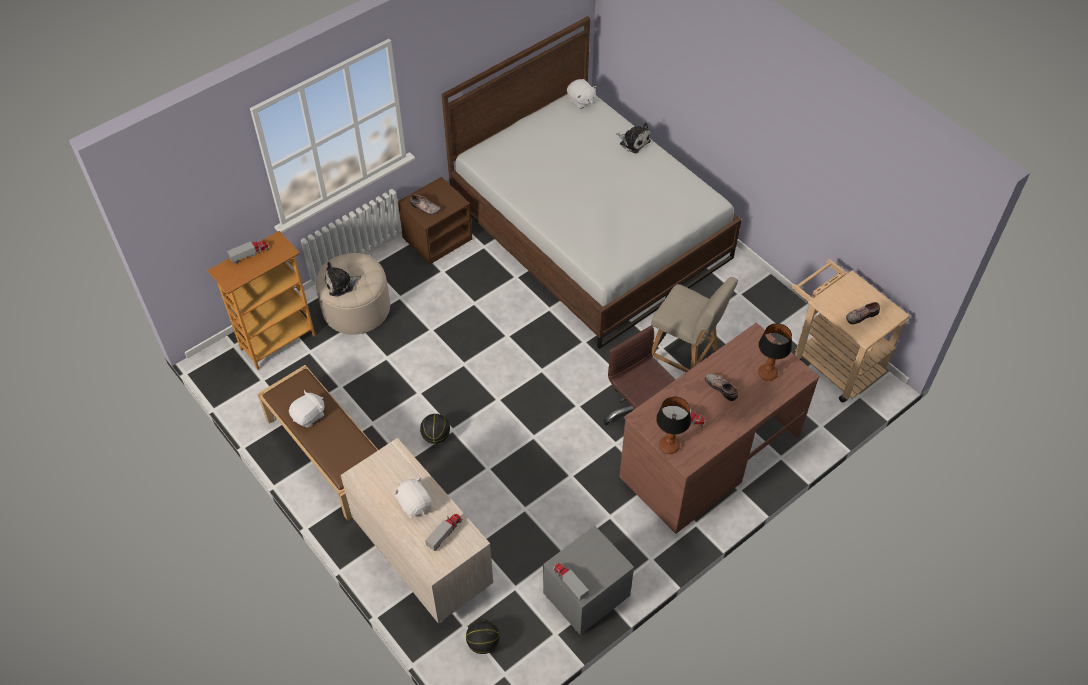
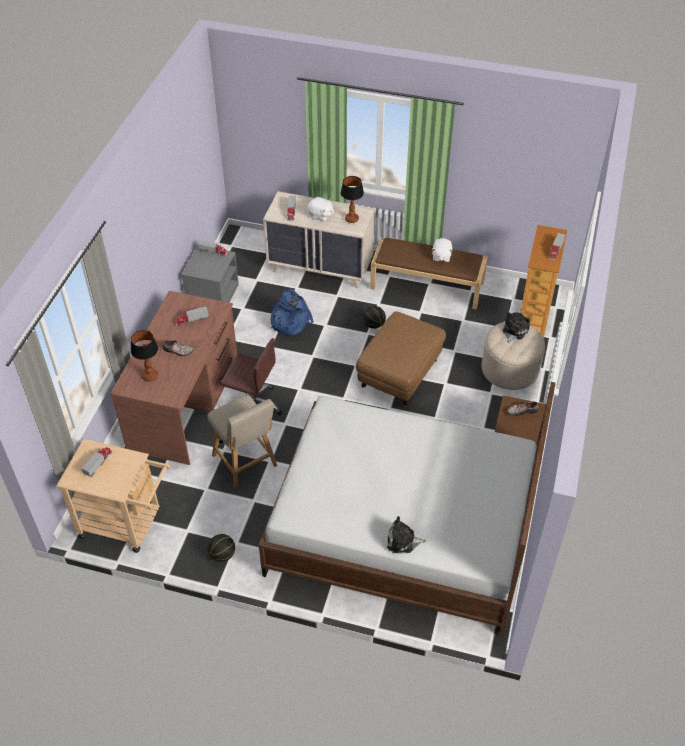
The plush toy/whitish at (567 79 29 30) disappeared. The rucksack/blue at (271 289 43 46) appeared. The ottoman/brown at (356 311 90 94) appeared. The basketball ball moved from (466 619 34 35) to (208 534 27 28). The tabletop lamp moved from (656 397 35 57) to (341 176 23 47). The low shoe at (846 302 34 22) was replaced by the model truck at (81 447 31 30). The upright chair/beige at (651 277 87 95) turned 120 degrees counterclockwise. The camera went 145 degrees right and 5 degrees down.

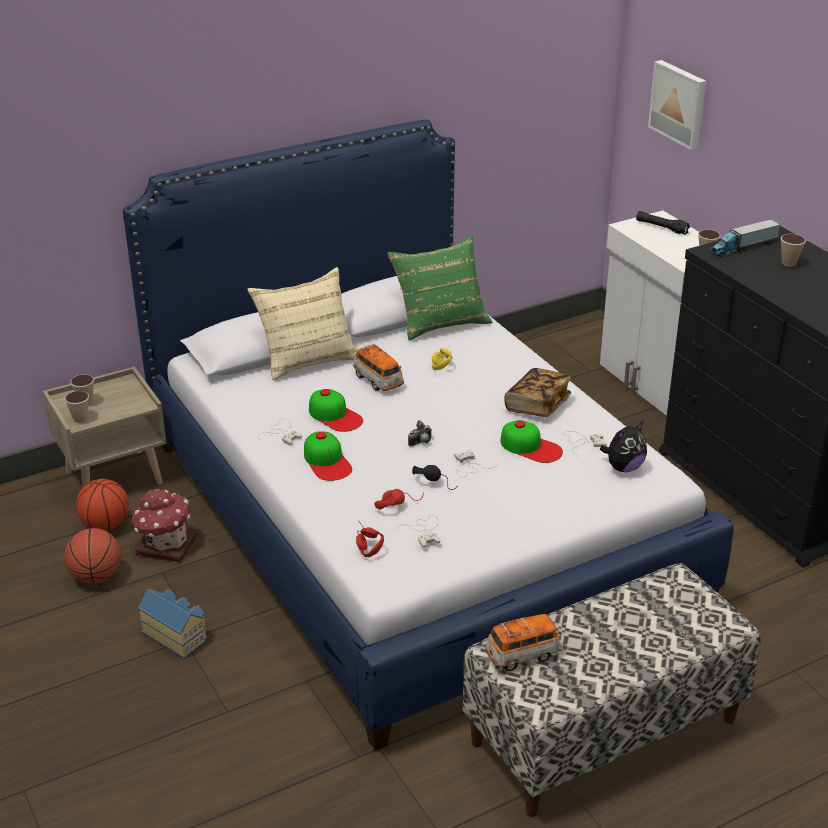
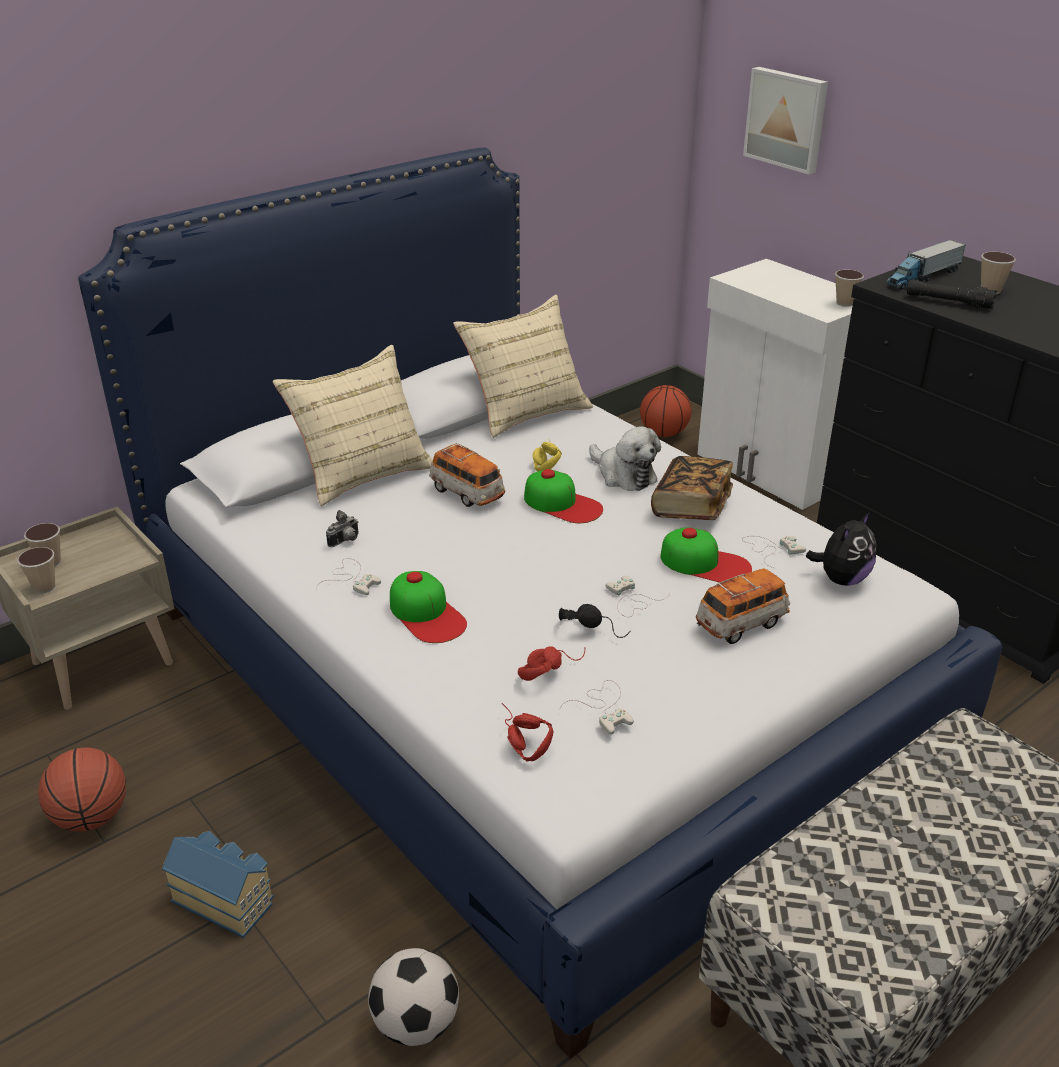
The model house at (131 489 66 73) disappeared. The football at (368 948 91 98) appeared. The plush toy at (589 426 72 65) appeared. The basketball ball moved from (76 479 53 52) to (640 385 52 52). The peaked cap moved from (309 389 54 43) to (524 469 79 54). The photo camera moved from (408 420 24 27) to (326 510 33 37). The miniature car moved from (485 614 77 57) to (696 568 94 76). The hand torch/black moved from (636 211 54 24) to (907 279 90 30). The throw pillow/green-coloured at (387 235 106 105) became the throw pillow/beige at (453 295 140 143). The camera went 10 degrees left and 0 degrees up.

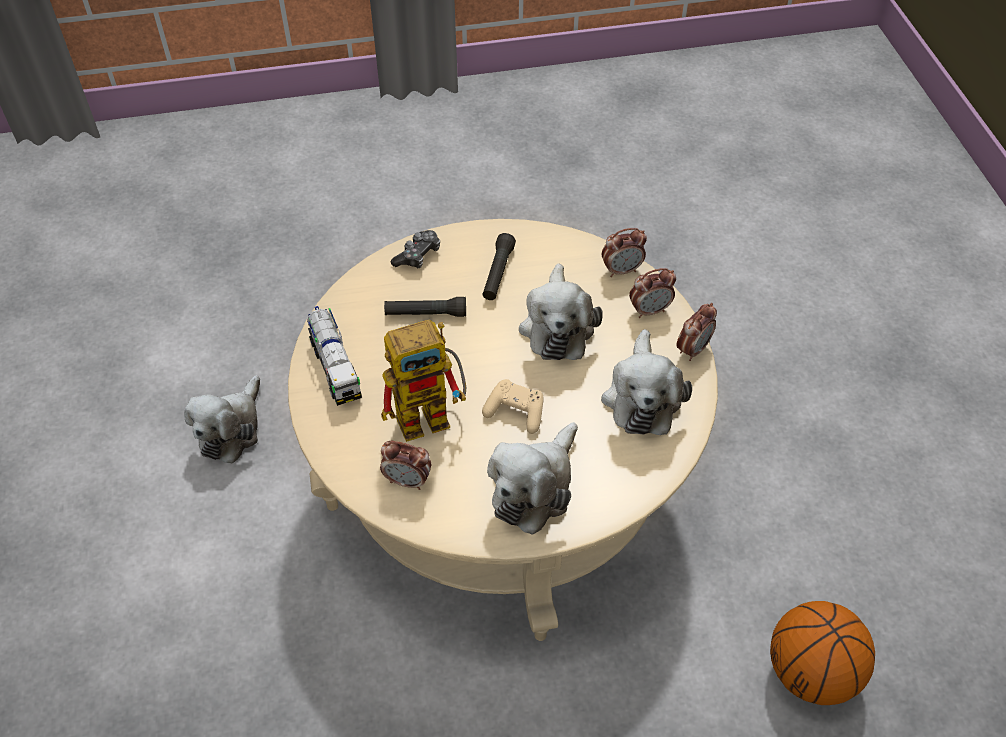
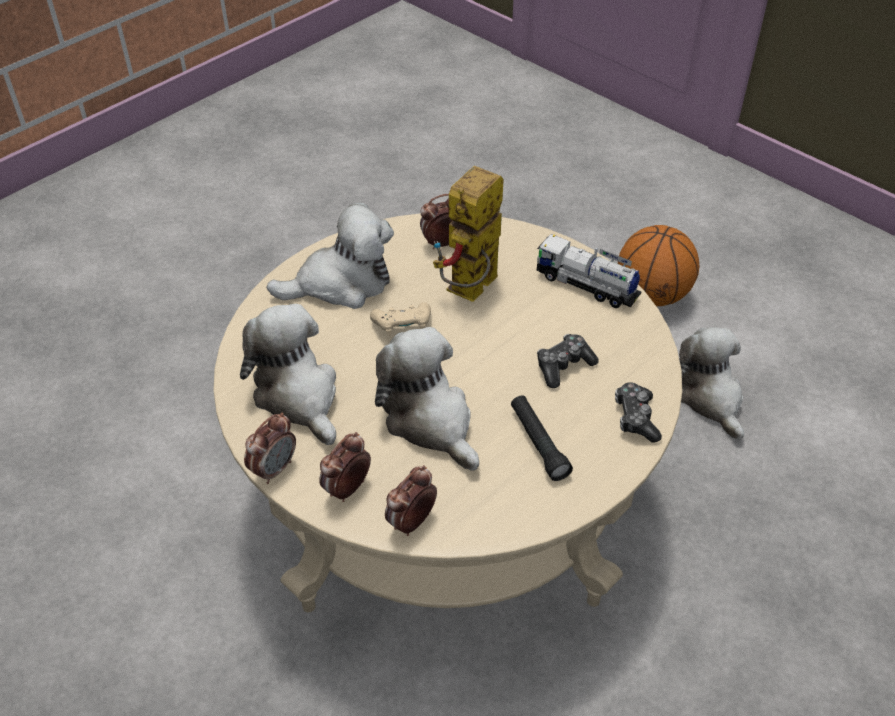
The basketball ball moved from (770 601 105 104) to (618 225 81 81). The hand torch/black at (384 297 82 20) was replaced by the gamepad at (537 334 62 54). The plush toy at (487 422 91 113) turned 75 degrees clockwise. The table clock at (676 303 41 58) turned 150 degrees counterclockwise. The camera went 145 degrees right and 5 degrees down.

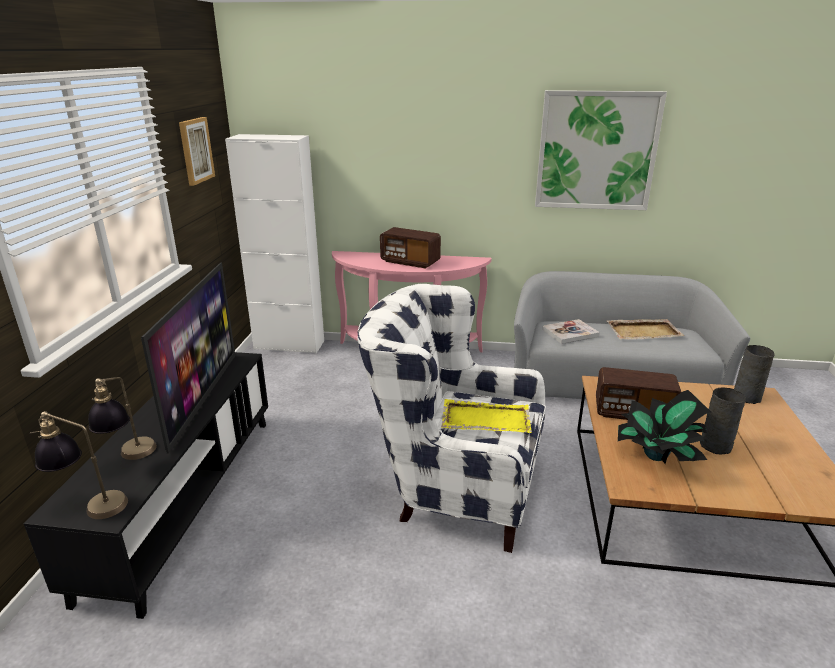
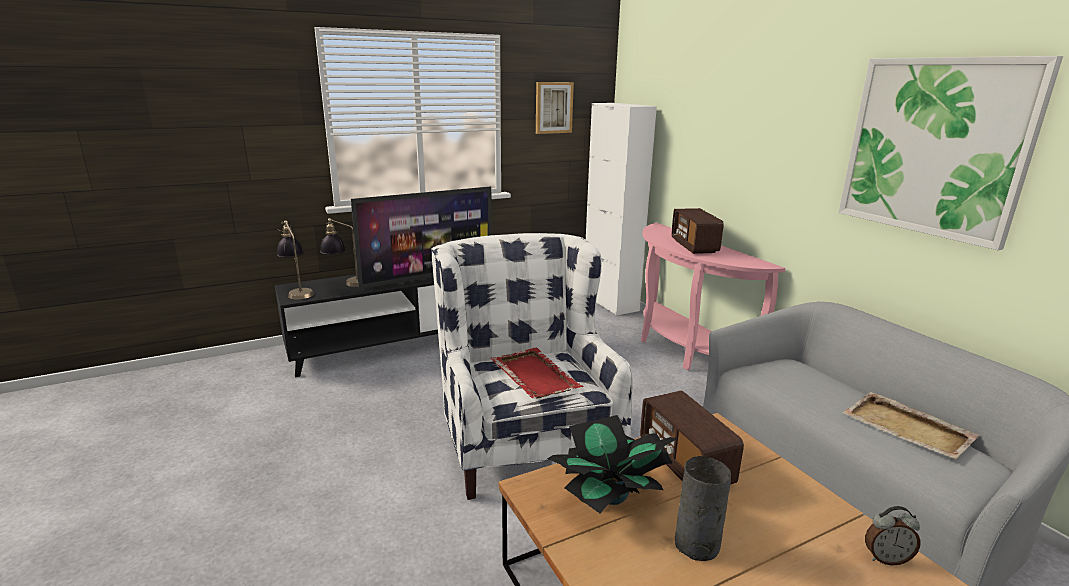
The volume at (542 319 58 25) disappeared. The flower vase/greyish at (734 345 41 59) was replaced by the table clock at (865 506 56 60). The carrying tray/yellow-coloured at (441 399 91 34) became the carrying tray/red at (490 348 93 51). The camera went 55 degrees right and 5 degrees down.

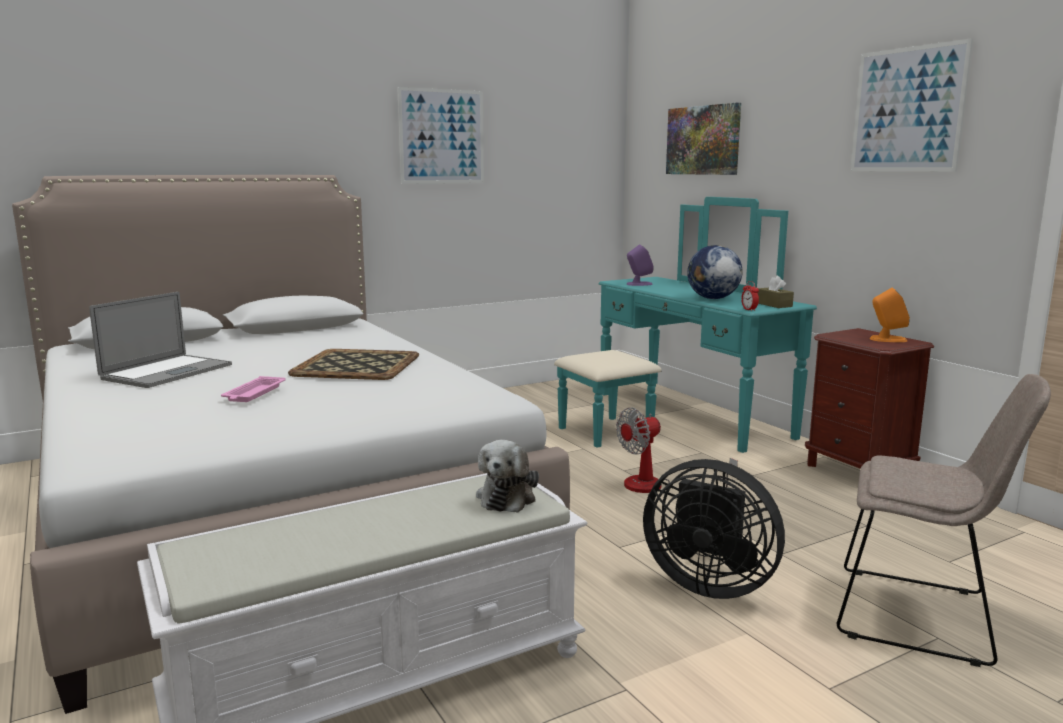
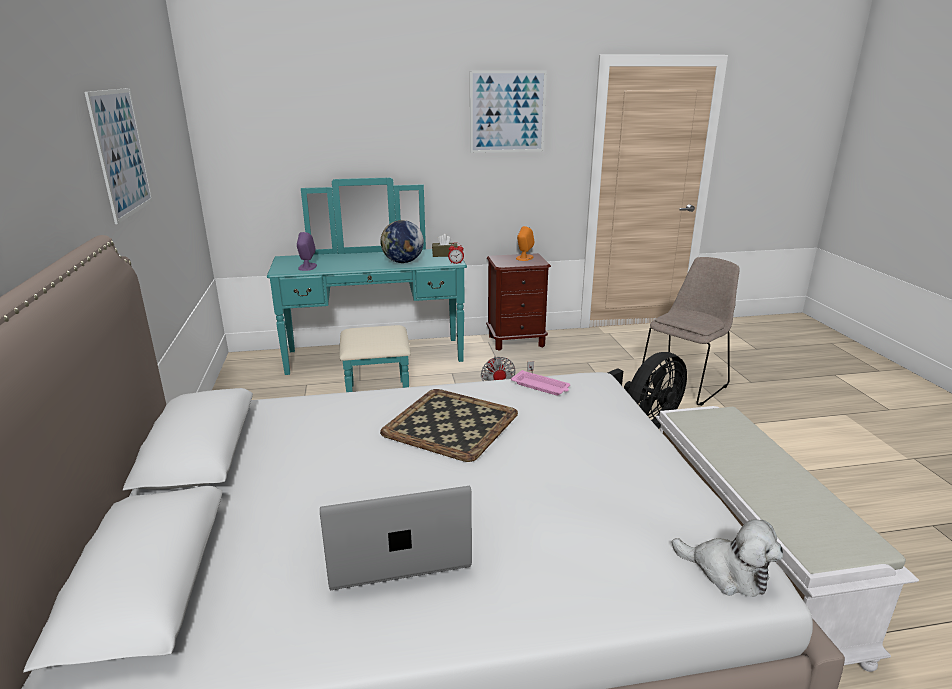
The wall art at (666 103 75 72) disappeared. The carrying tray/pink-coloured moved from (221 376 65 26) to (511 370 59 25). The plush toy moved from (476 440 63 73) to (672 519 111 78). The laptop at (89 292 143 96) turned 60 degrees counterclockwise. The camera went 70 degrees left and 10 degrees up.

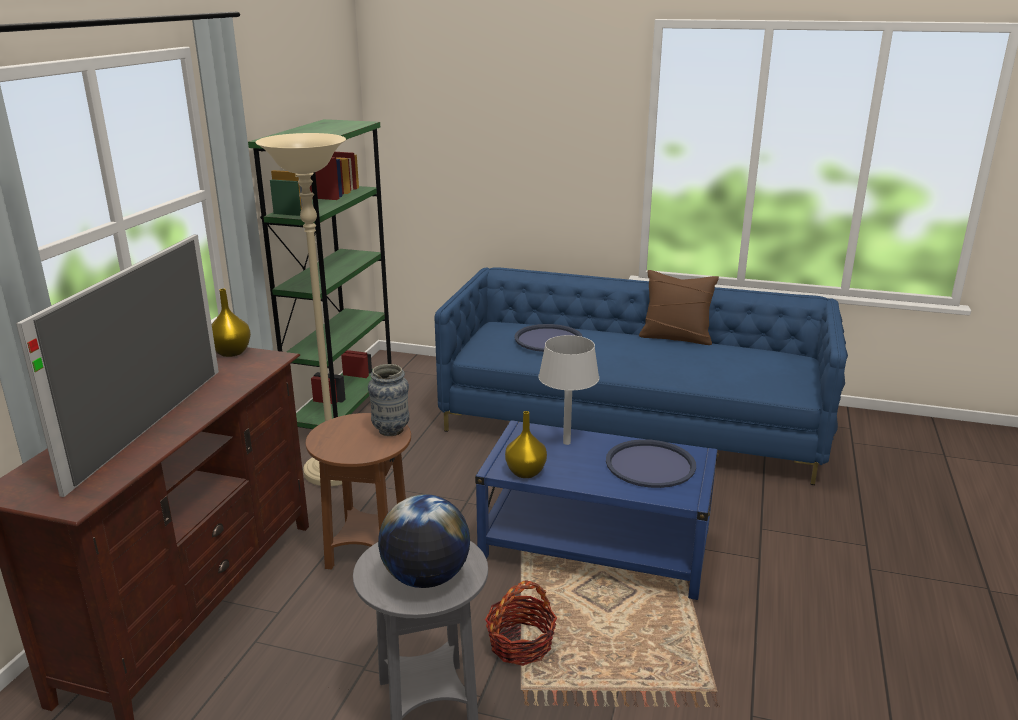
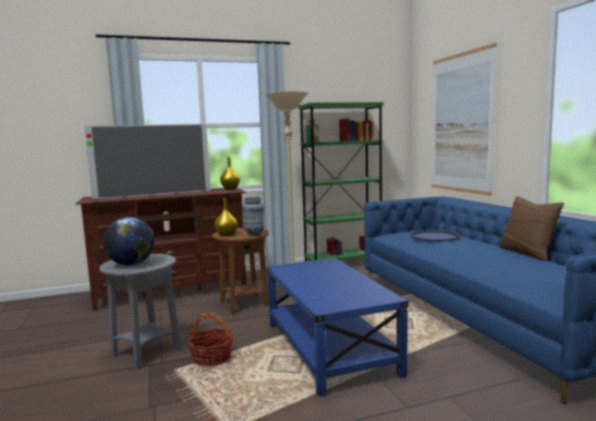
The tabletop lamp/greyish at (538 335 61 110) disappeared. The carrying tray/blue at (606 439 90 49) disappeared. The wall art at (431 43 66 152) appeared. The flower vase/yellow-coloured moved from (505 411 42 67) to (215 198 23 38). The camera went 55 degrees right and 15 degrees down.

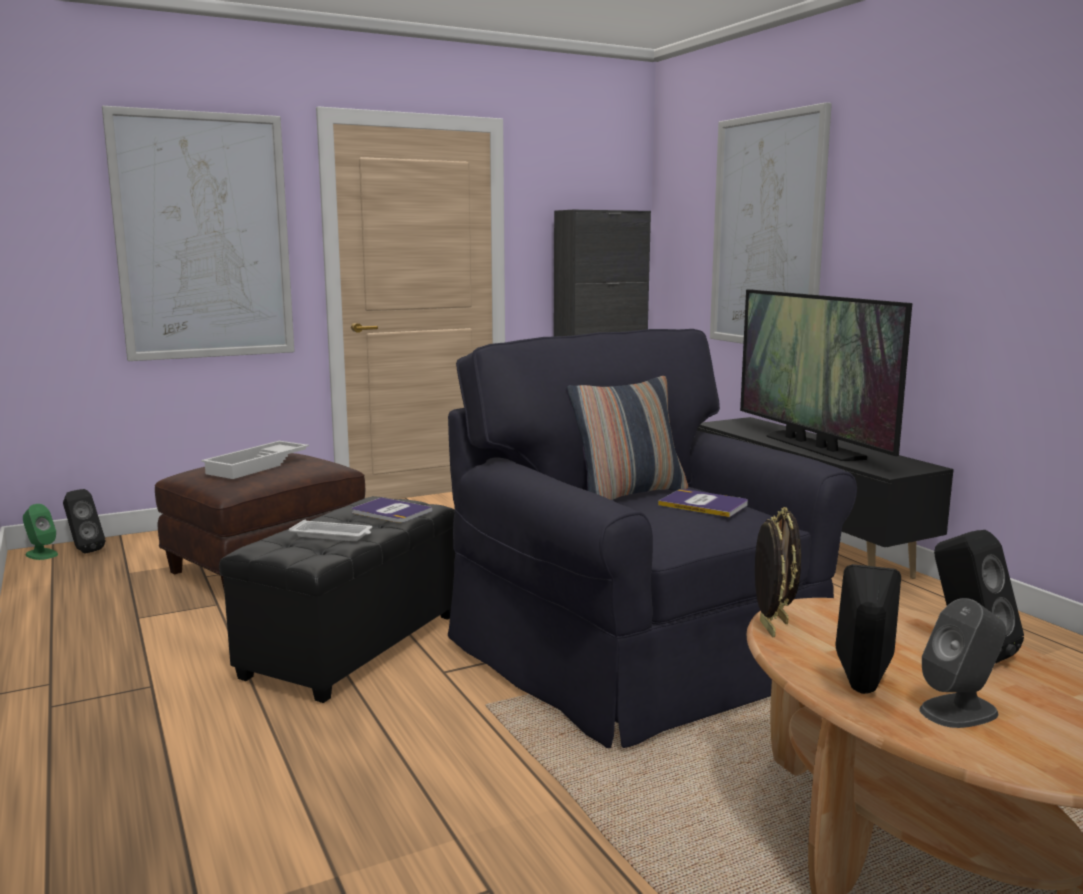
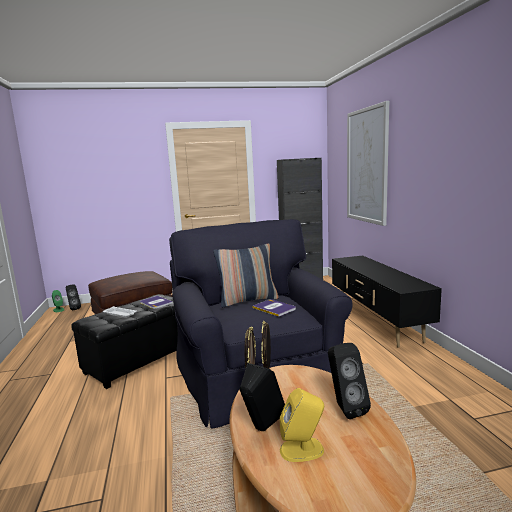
The wall art at (102 106 193 255) disappeared. The carrying tray/whitish at (201 441 108 38) disappeared. The television at (740 289 172 172) disappeared. The audio speaker/greyish at (920 598 86 130) became the audio speaker/yellow-coloured at (280 388 44 74). The camera went 15 degrees right and 0 degrees up.

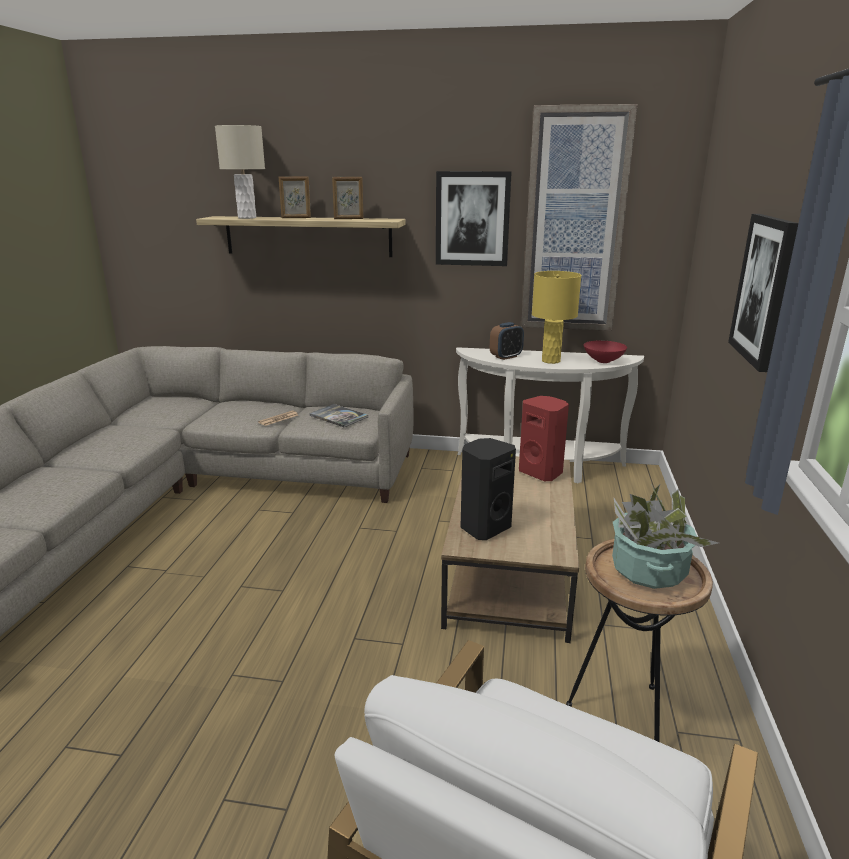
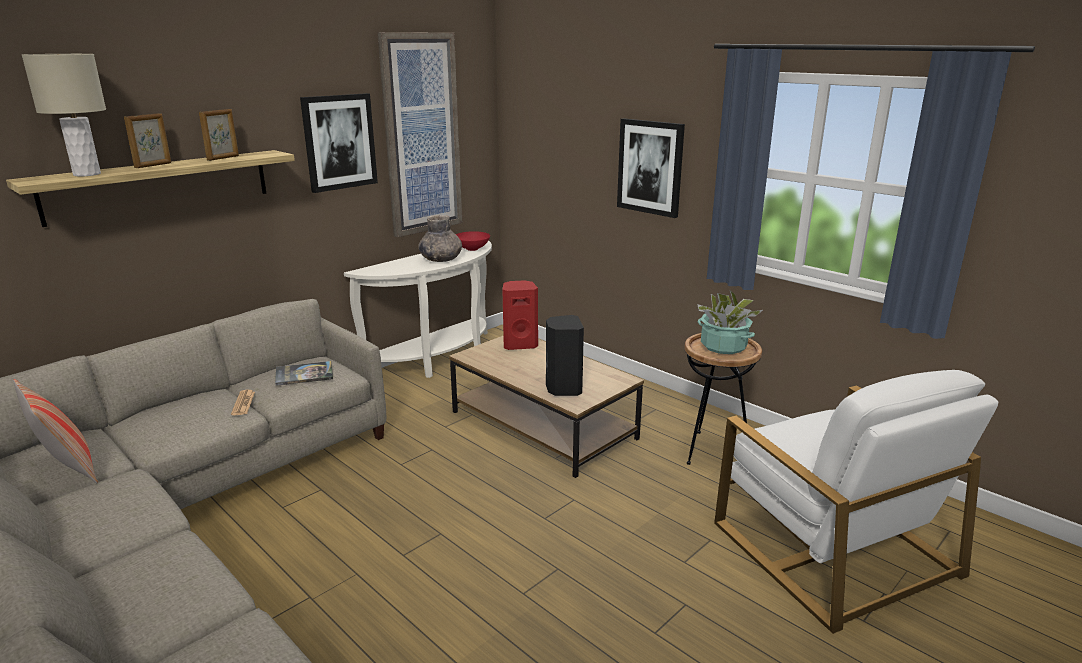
The table clock at (490 322 34 38) disappeared. The throw pillow at (13 379 85 105) appeared. The tabletop lamp/yellow-coloured at (532 271 49 93) was replaced by the flower vase/greyish at (418 215 44 47). The camera went 55 degrees left and 0 degrees up.

